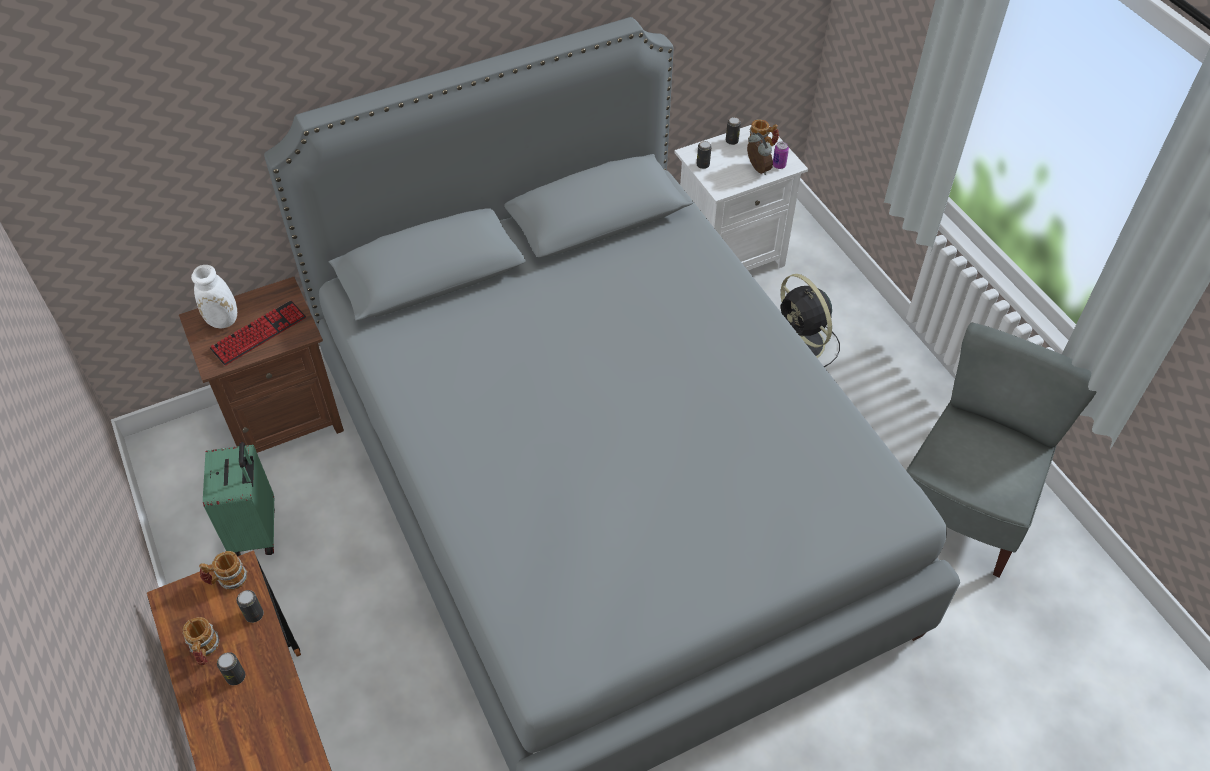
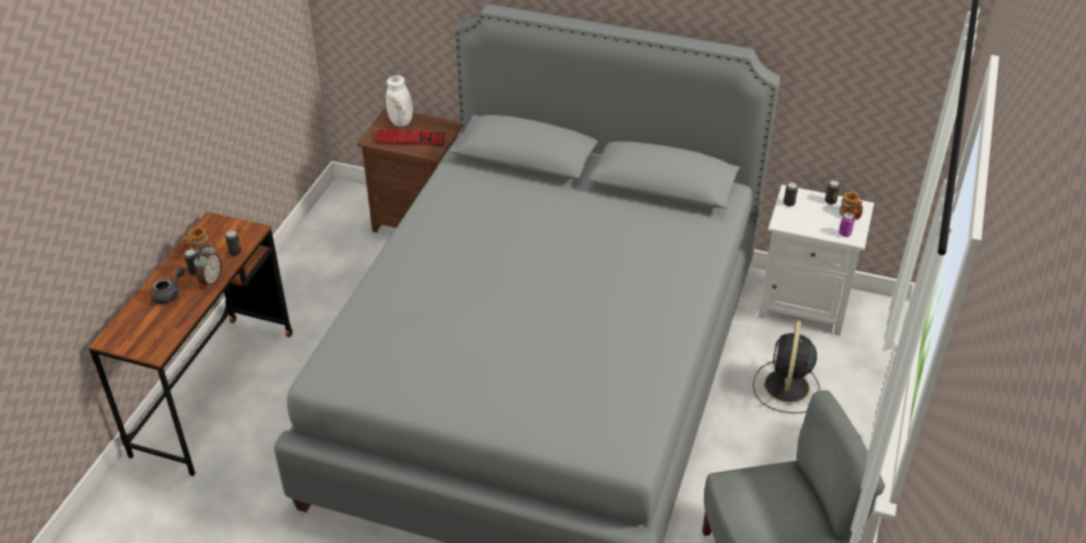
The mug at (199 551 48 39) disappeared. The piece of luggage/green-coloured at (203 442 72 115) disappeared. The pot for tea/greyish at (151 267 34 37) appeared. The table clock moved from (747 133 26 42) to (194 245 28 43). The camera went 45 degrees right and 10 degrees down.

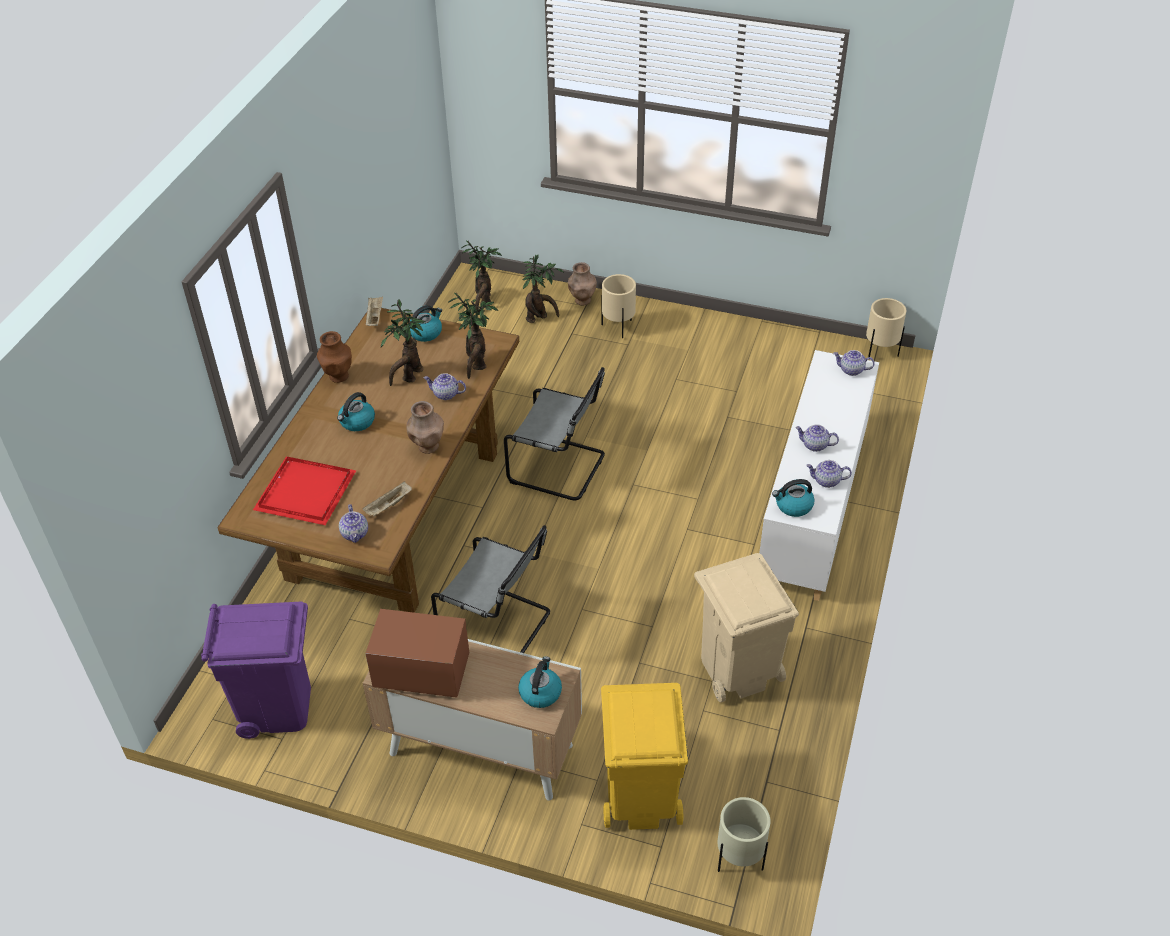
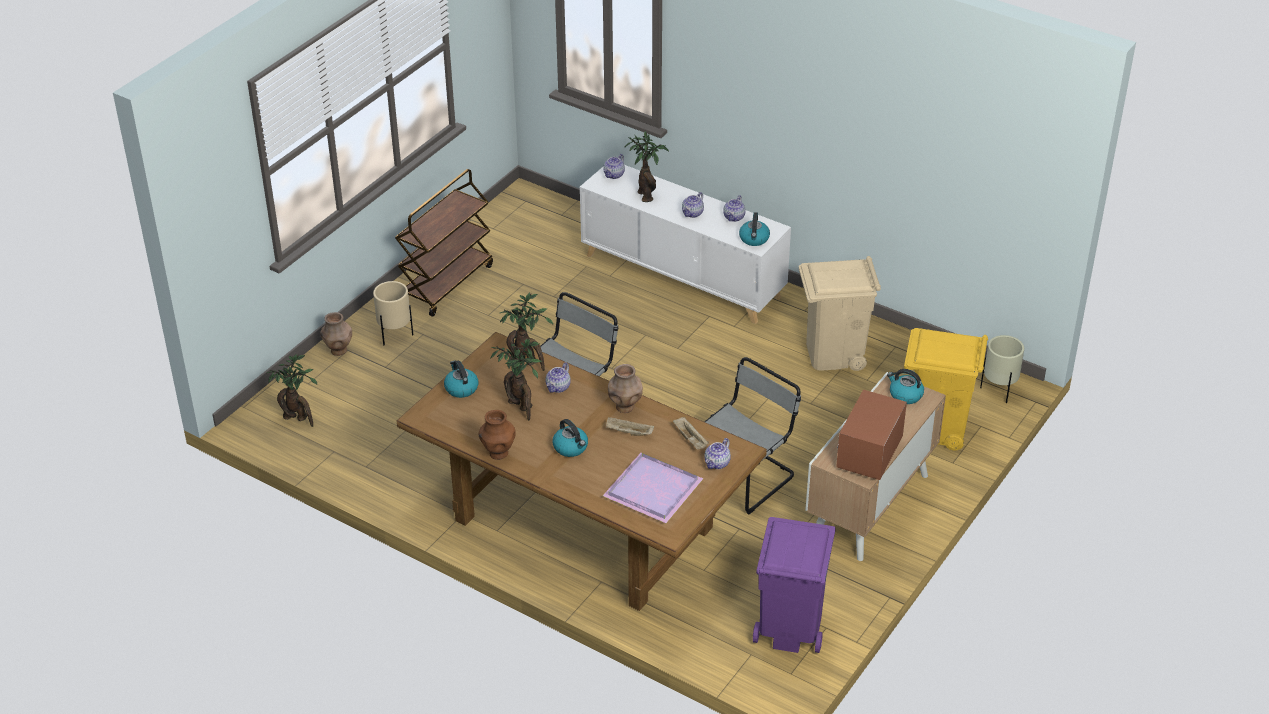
The planter/beige at (866 298 40 62) disappeared. The cart/brown at (395 169 98 148) appeared. The carrying tray/beige moved from (365 297 18 29) to (606 417 48 19). The houseplant moved from (523 254 41 69) to (624 131 45 71). The carrying tray/red at (253 456 103 69) became the carrying tray/purple-coloured at (603 453 101 70). The pot for tea at (339 504 29 39) turned 120 degrees clockwise. The camera went 75 degrees left and 5 degrees down.

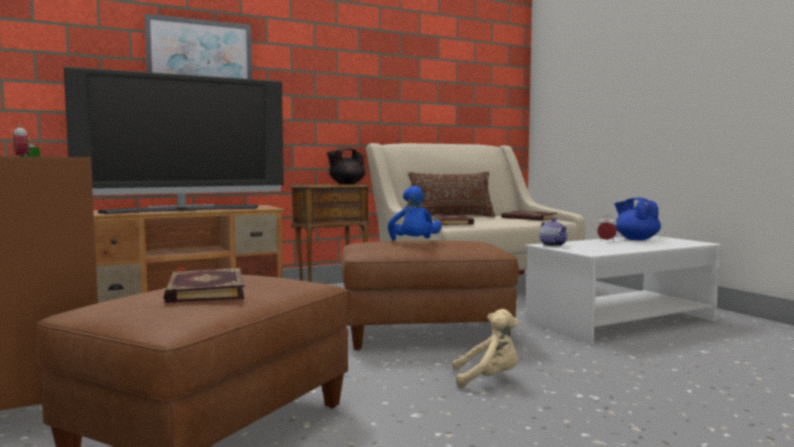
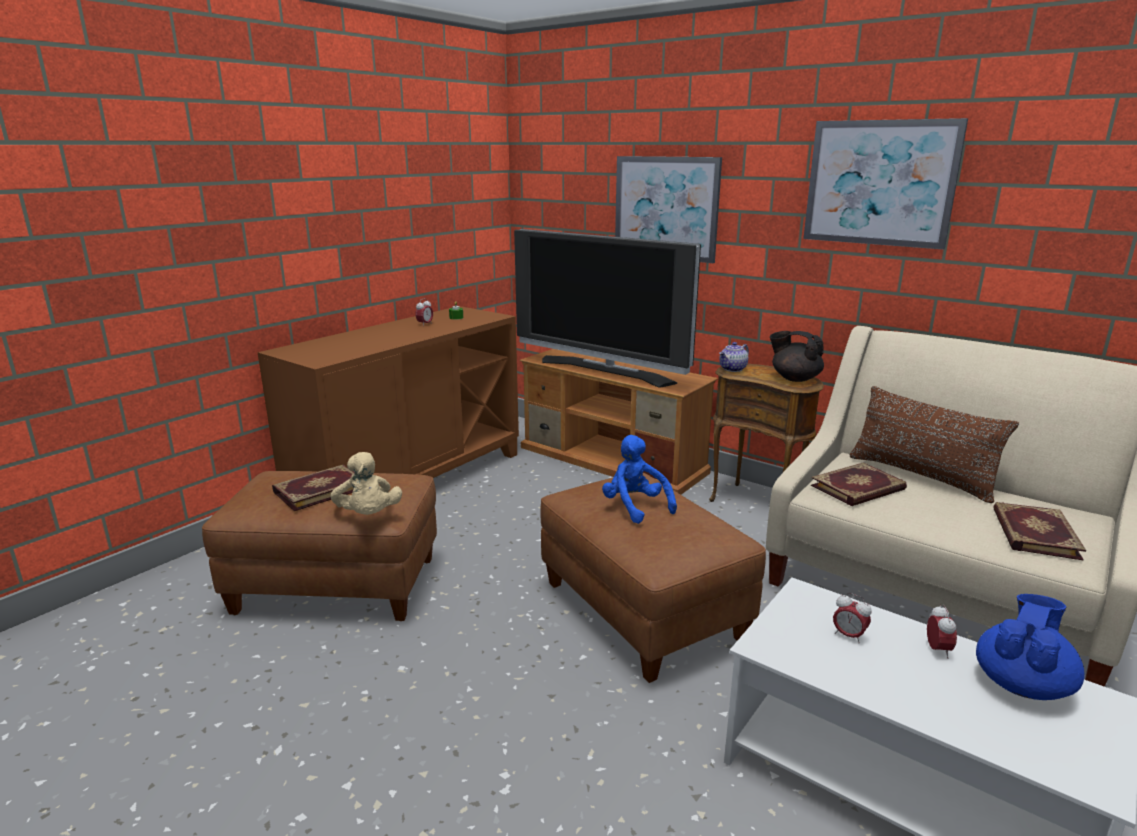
The wall art at (803 118 165 132) appeared. The table clock at (833 593 39 50) appeared. The plush toy/beige moved from (452 309 67 79) to (331 452 71 63). The pot for tea moved from (539 218 29 28) to (719 342 30 30). The plush toy/blue at (388 186 54 55) turned 90 degrees clockwise. The camera went 65 degrees right and 15 degrees up.

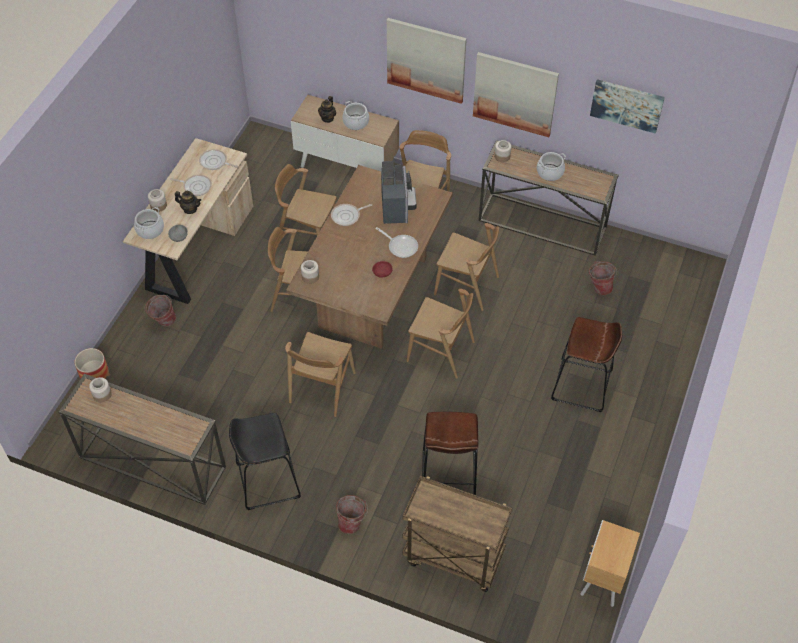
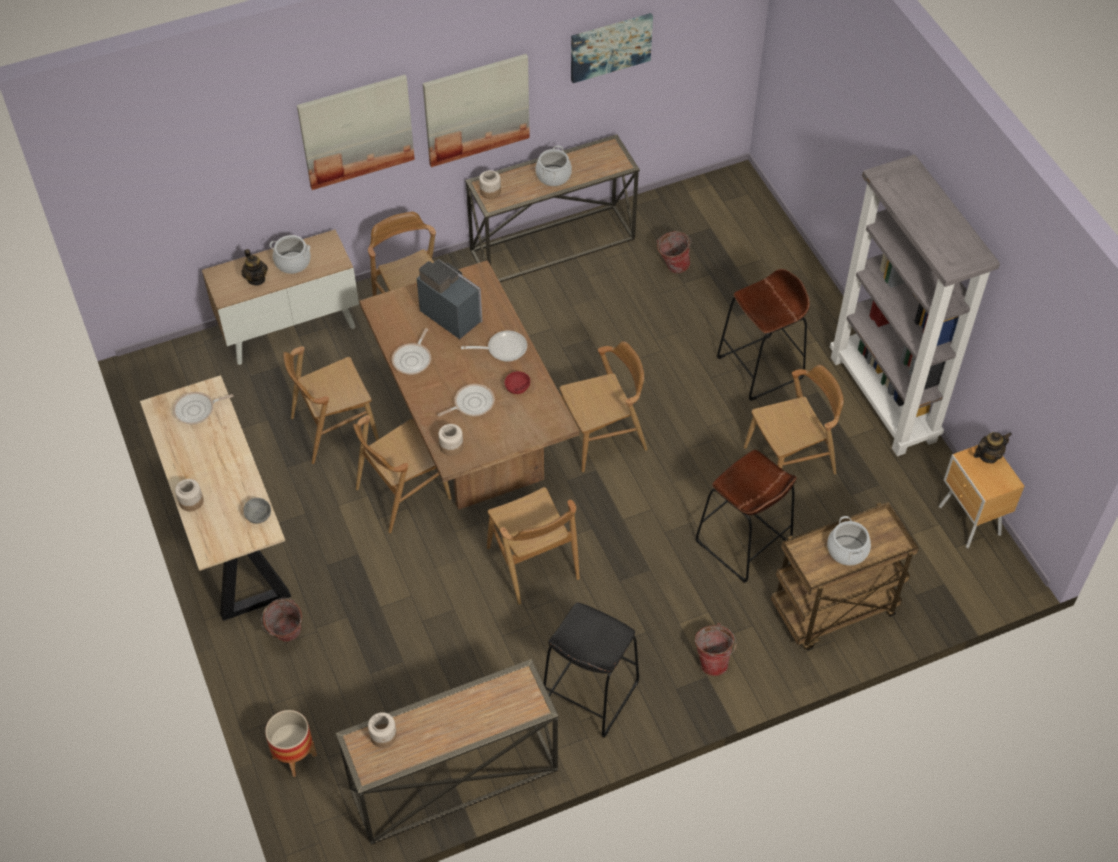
The bookshelf/greyish at (830 154 170 302) appeared. The saucepot moved from (134 207 30 32) to (827 516 44 50). The frying pan moved from (170 175 42 21) to (438 384 57 33). The pot for tea moved from (175 191 26 23) to (973 432 39 31). The upright chair/brown moved from (434 223 65 88) to (744 365 100 110). The camera went 45 degrees left and 0 degrees up.

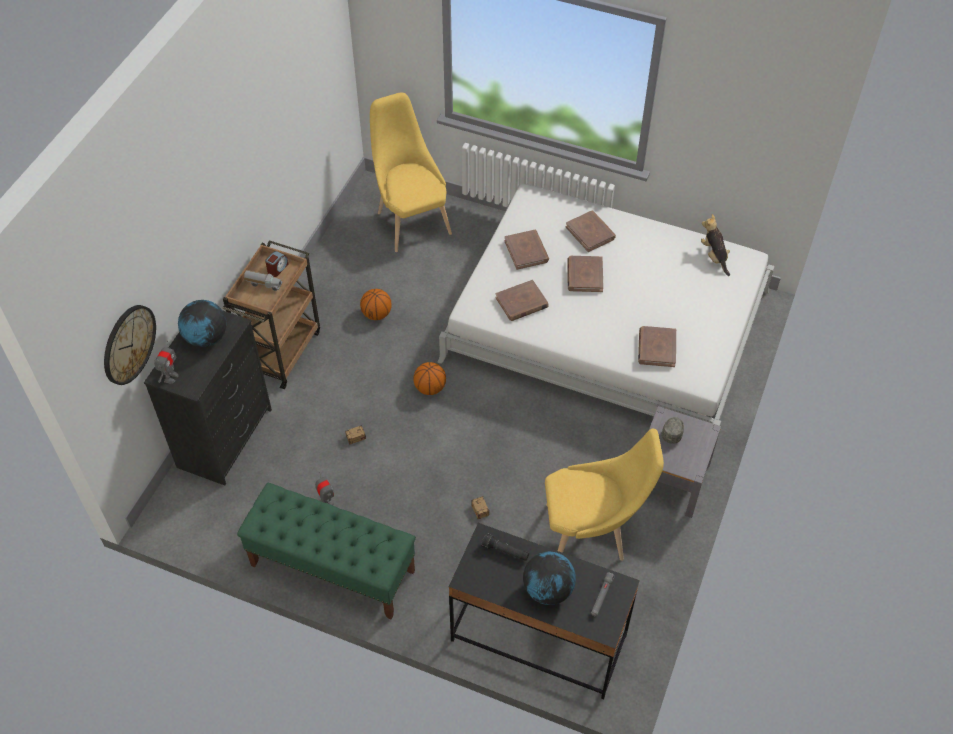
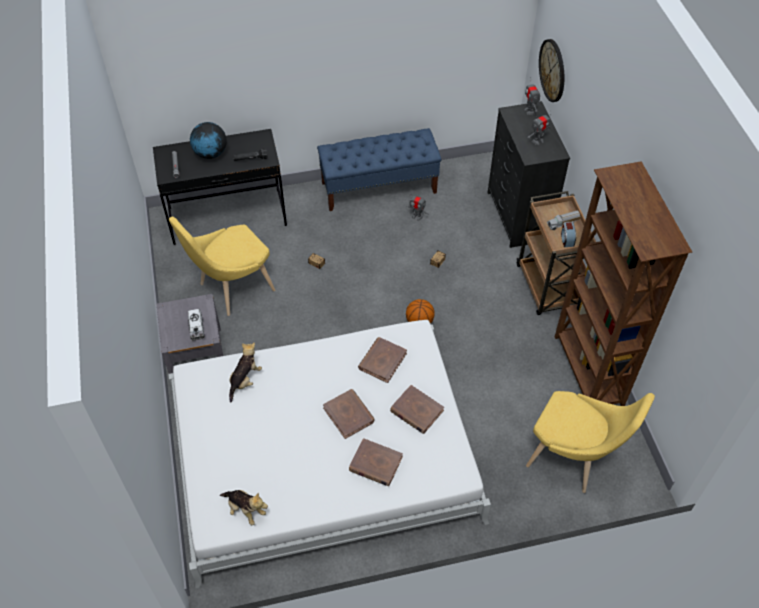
The basketball ball at (360 289 32 31) disappeared. The bookshelf/brown at (555 161 137 245) appeared. The globe at (178 300 49 47) was replaced by the toy robot at (528 112 23 33). The volume/brown at (638 326 38 41) was replaced by the plush toy at (229 343 33 59). The peaked cap/greyish at (661 417 23 27) was replaced by the model truck at (188 309 17 32). The indoor bench/green-coloured at (237 483 179 137) became the indoor bench/blue at (317 128 124 83). The camera went 145 degrees right and 0 degrees up.

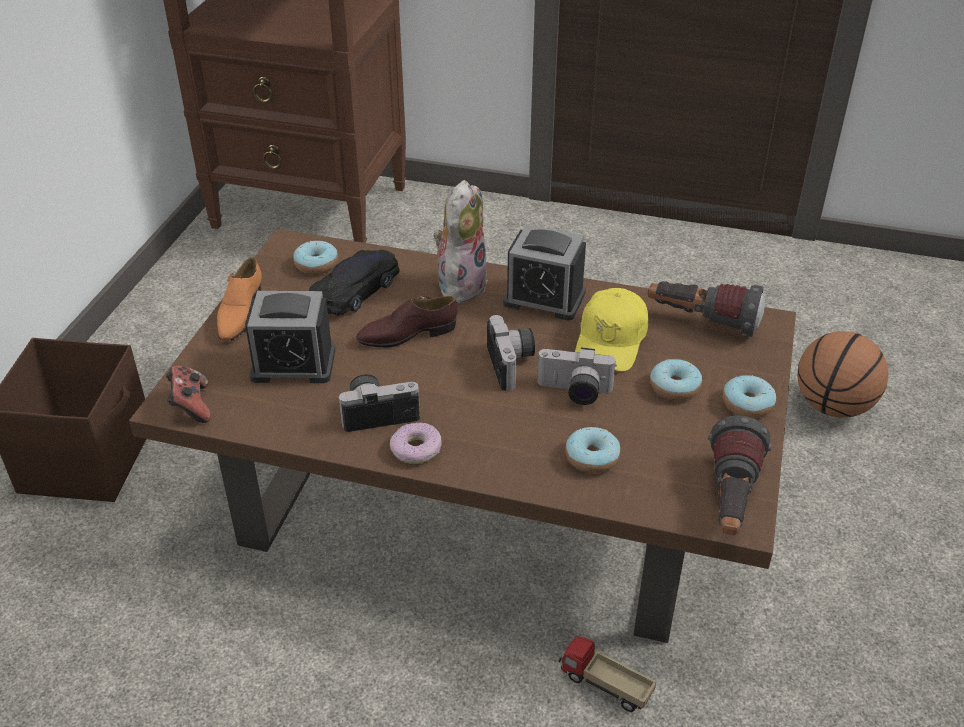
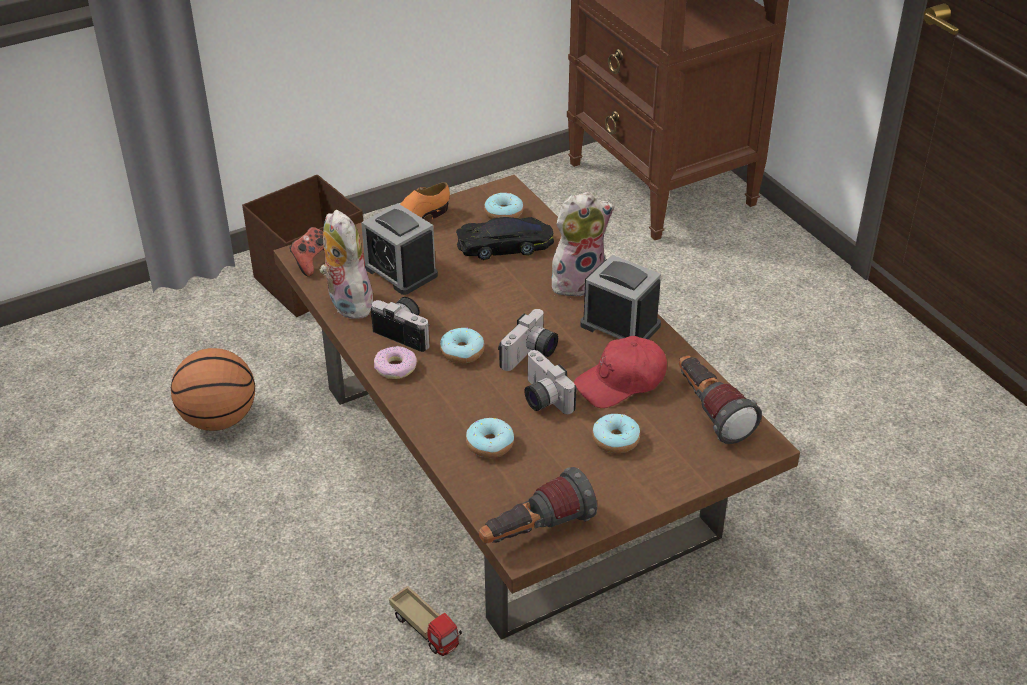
The low shoe/brown at (356 296 102 52) disappeared. The plush toy at (319 210 54 109) appeared. The doughnut moved from (723 375 53 43) to (440 328 44 36). The basketball ball moved from (797 331 91 87) to (171 348 84 83). The peaked cap/yellow-coloured at (575 288 73 84) became the peaked cap/red at (574 336 93 72). The table clock at (503 225 83 96) turned 150 degrees clockwise. The model truck at (559 636 97 76) turned 150 degrees clockwise. The camera went 45 degrees right and 0 degrees up.

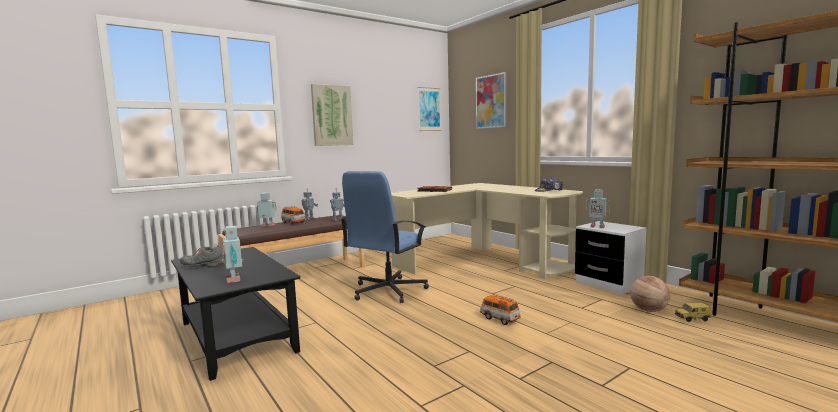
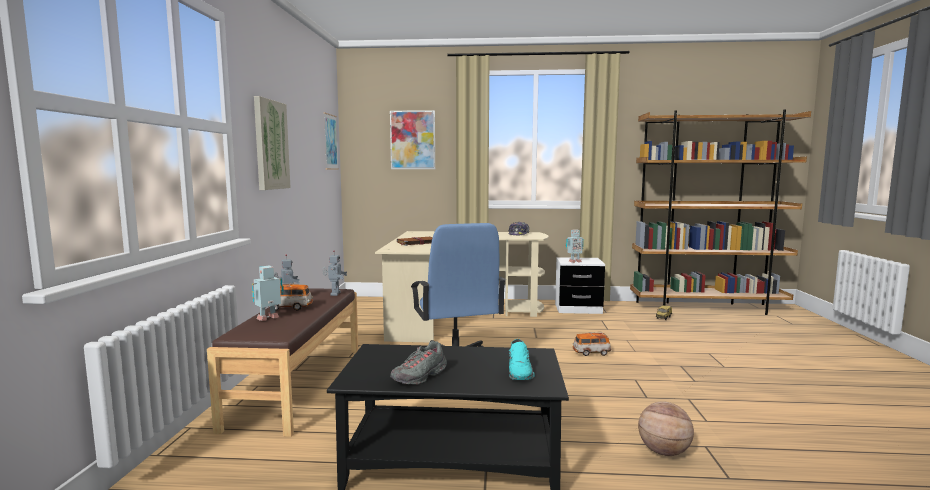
The basketball ball moved from (630 276 40 36) to (638 402 56 54). The toy robot at (222 226 23 57) was replaced by the low shoe/turquoise at (509 339 26 41). The camera went 50 degrees left and 0 degrees up.

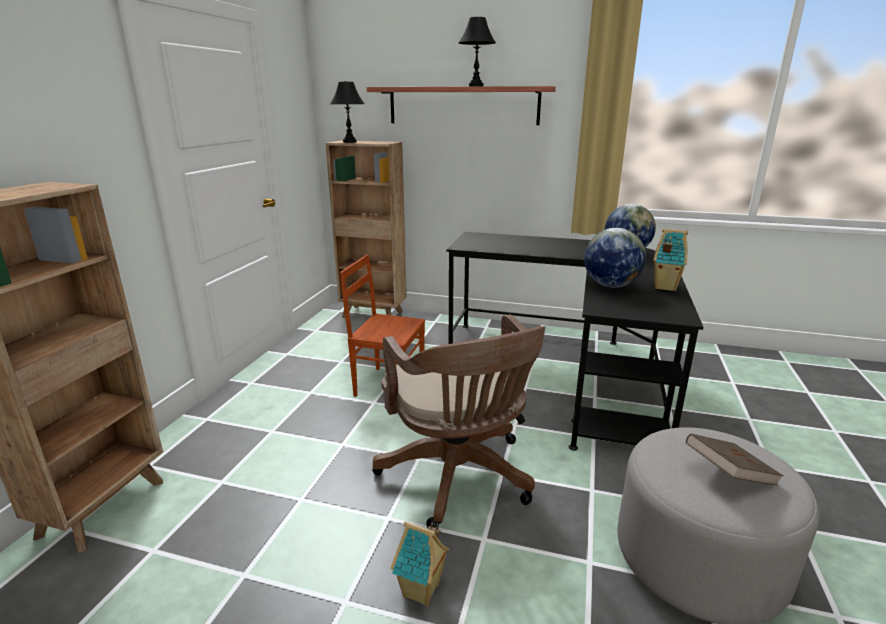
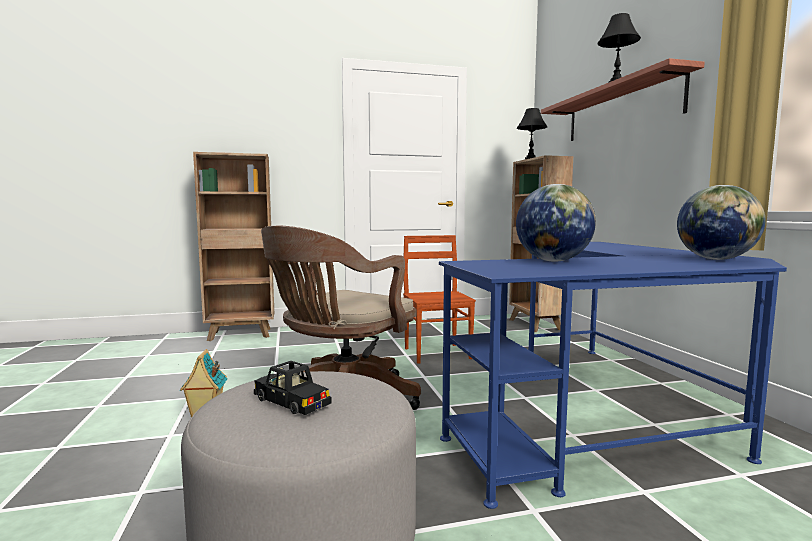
The model house at (653 229 35 62) disappeared. The volume/brown at (686 434 98 52) was replaced by the miniature car/black at (254 361 78 54). The desk unit/black at (446 232 257 219) became the desk unit/blue at (439 242 348 267). The camera went 60 degrees right and 15 degrees down.

